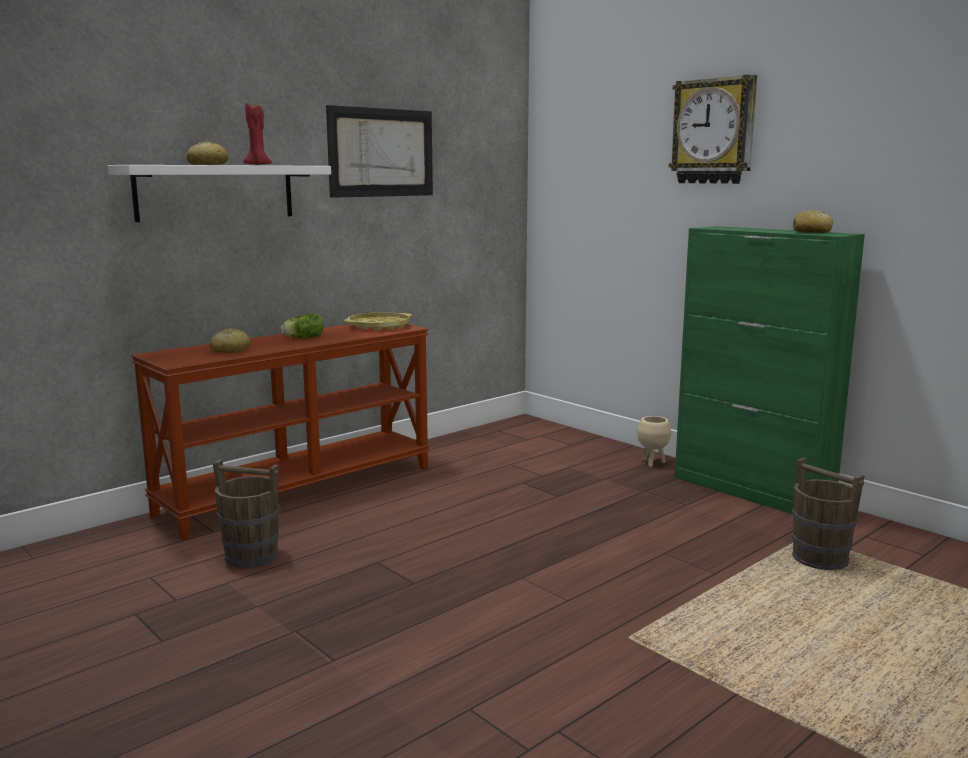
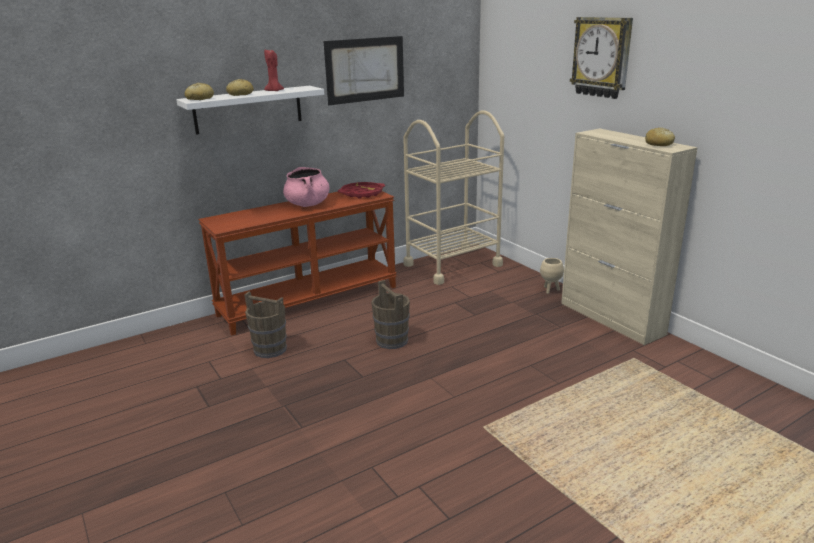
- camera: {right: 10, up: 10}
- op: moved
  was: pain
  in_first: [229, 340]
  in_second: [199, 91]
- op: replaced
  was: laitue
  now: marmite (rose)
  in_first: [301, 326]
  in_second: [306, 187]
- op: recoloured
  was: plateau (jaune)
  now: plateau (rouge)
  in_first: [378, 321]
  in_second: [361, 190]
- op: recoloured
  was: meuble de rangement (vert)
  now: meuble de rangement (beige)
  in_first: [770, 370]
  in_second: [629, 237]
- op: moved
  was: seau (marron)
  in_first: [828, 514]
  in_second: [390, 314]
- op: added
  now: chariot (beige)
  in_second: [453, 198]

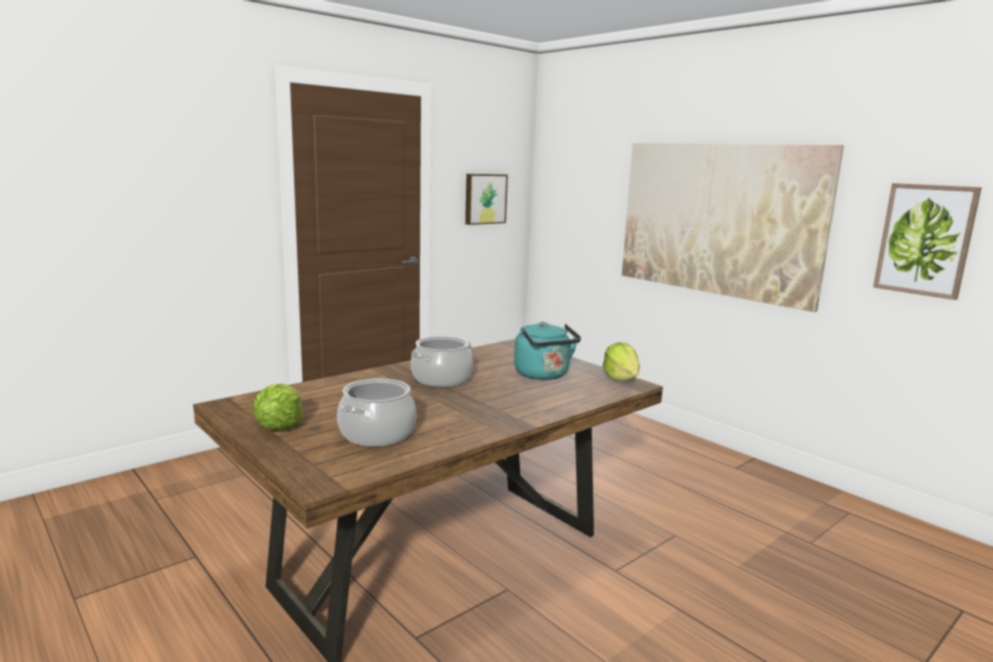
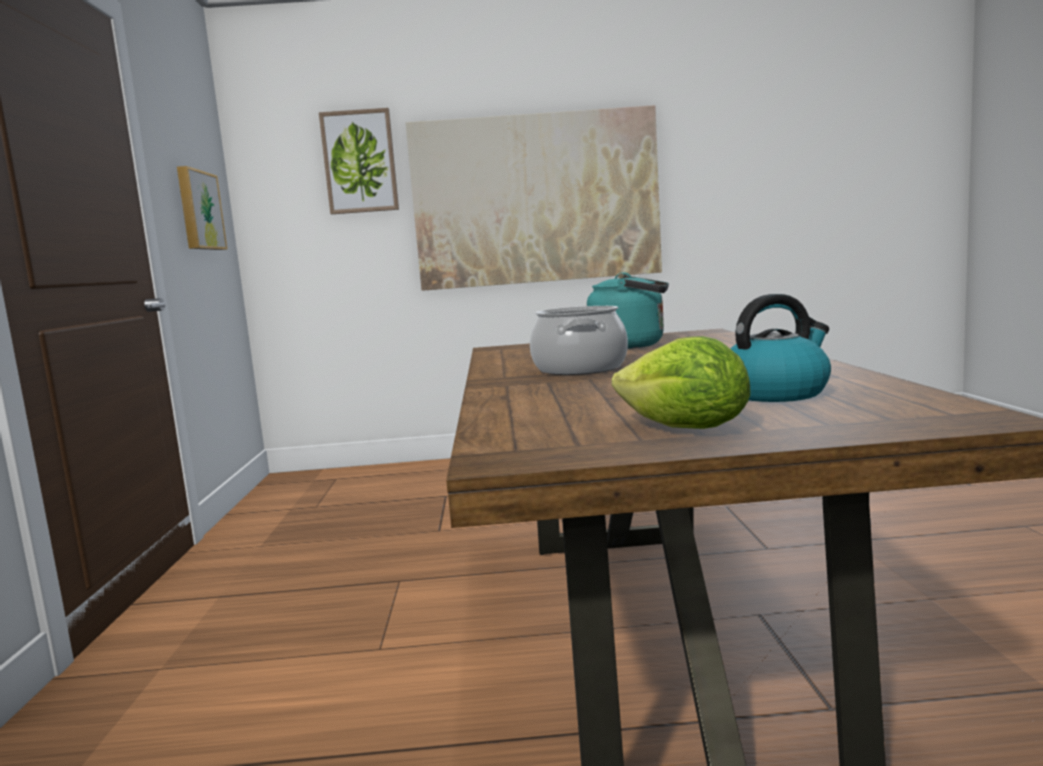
- camera: {right: -50, up: -5}
- op: replaced
  was: marmite
  now: bouilloire
  in_first: [377, 412]
  in_second: [780, 348]
- op: removed
  was: laitue
  in_first: [621, 361]
- op: moved
  was: tableau
  in_first: [927, 241]
  in_second: [359, 161]

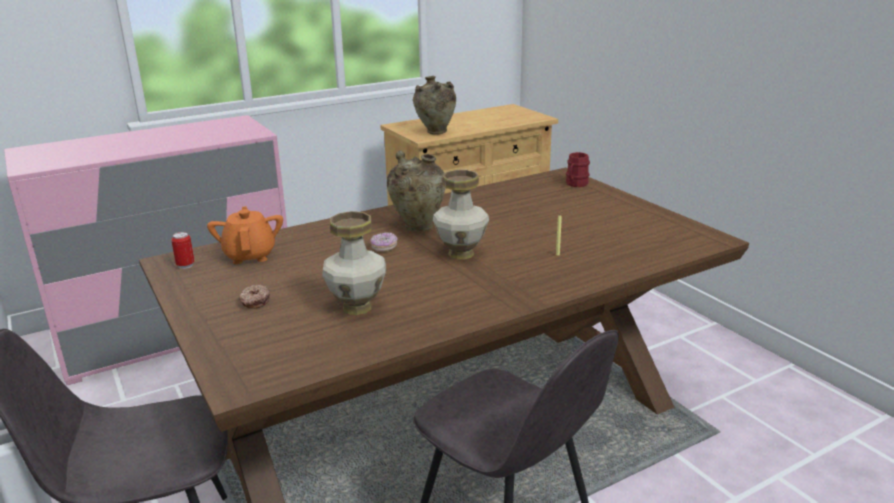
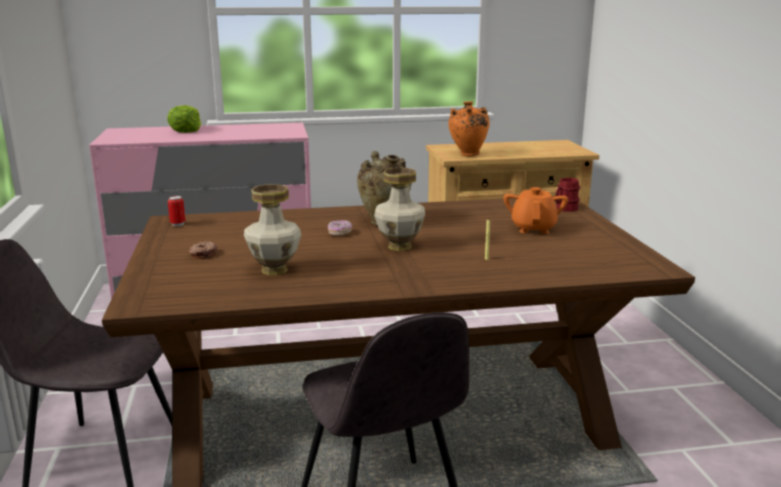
- camera: {right: 20, up: -5}
- op: moved
  was: théière (orange)
  in_first: [245, 235]
  in_second: [535, 210]
- op: recoloured
  was: vase (beige)
  now: vase (orange)
  in_first: [434, 105]
  in_second: [469, 128]
- op: added
  now: laitue
  in_second: [184, 119]

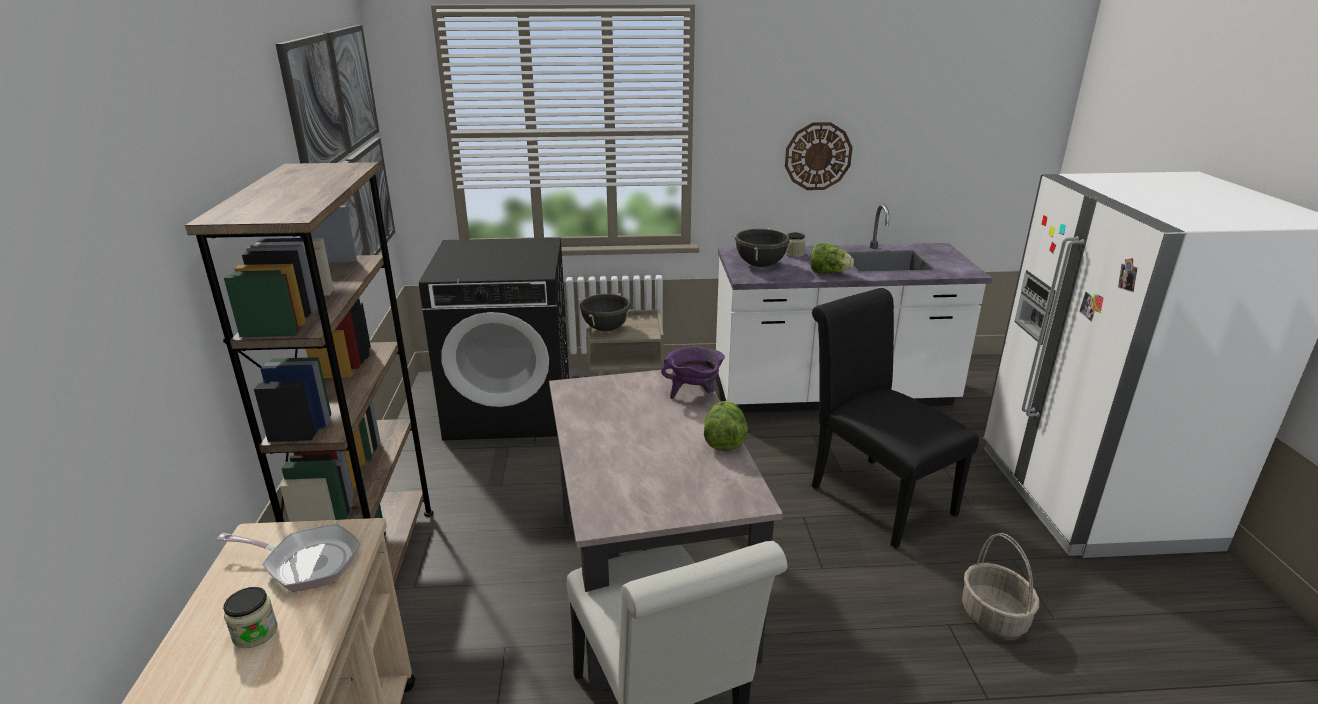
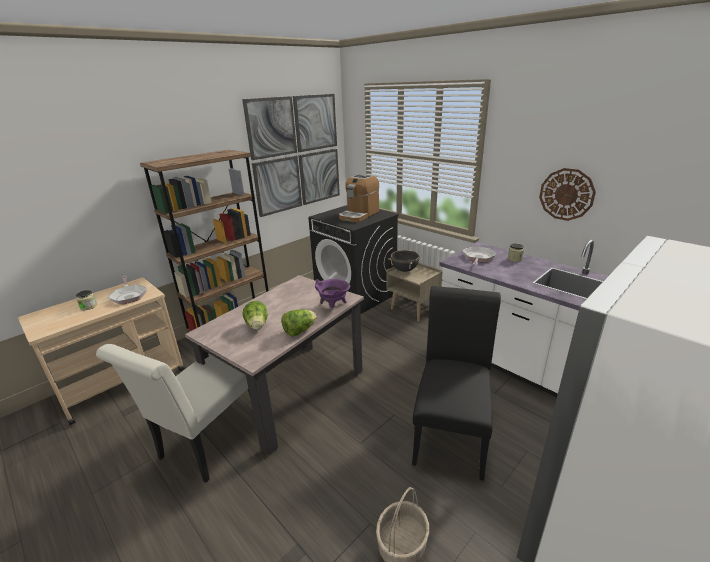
- camera: {right: 50, up: 0}
- op: replaced
  was: marmite (noir)
  now: poêle
  in_first: [763, 247]
  in_second: [479, 255]
- op: moved
  was: laitue
  in_first: [832, 258]
  in_second: [255, 315]
- op: added
  now: machine à café
  in_second: [359, 198]

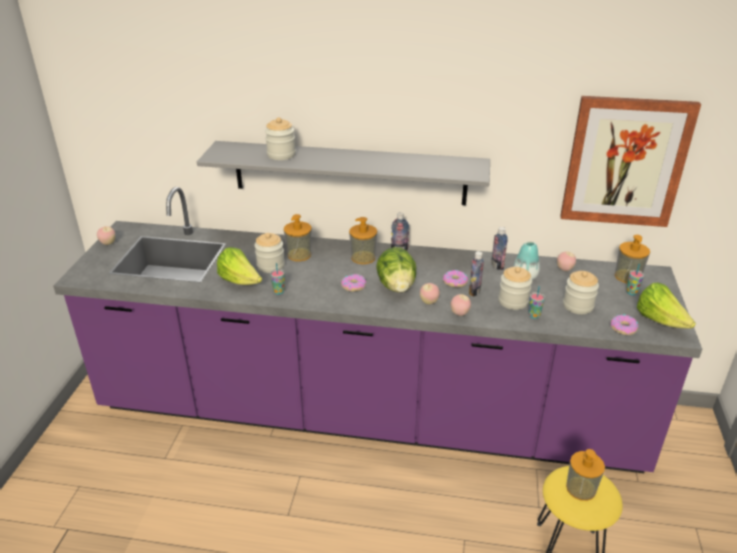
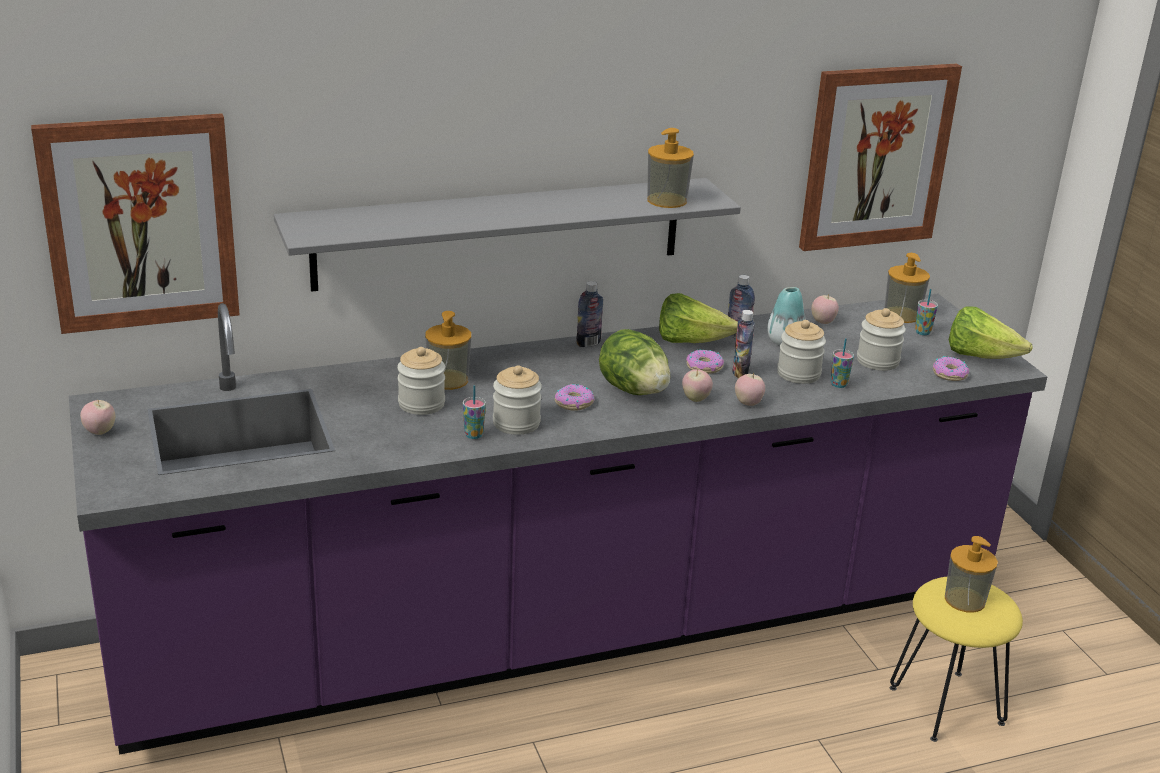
- camera: {right: -30, up: -5}
- op: moved
  was: laitue
  in_first: [239, 266]
  in_second: [698, 318]
- op: moved
  was: bocal
  in_first: [280, 138]
  in_second: [517, 400]
- op: moved
  was: distributeur de savon
  in_first: [363, 240]
  in_second: [670, 168]
- op: added
  now: tableau
  in_second: [135, 223]

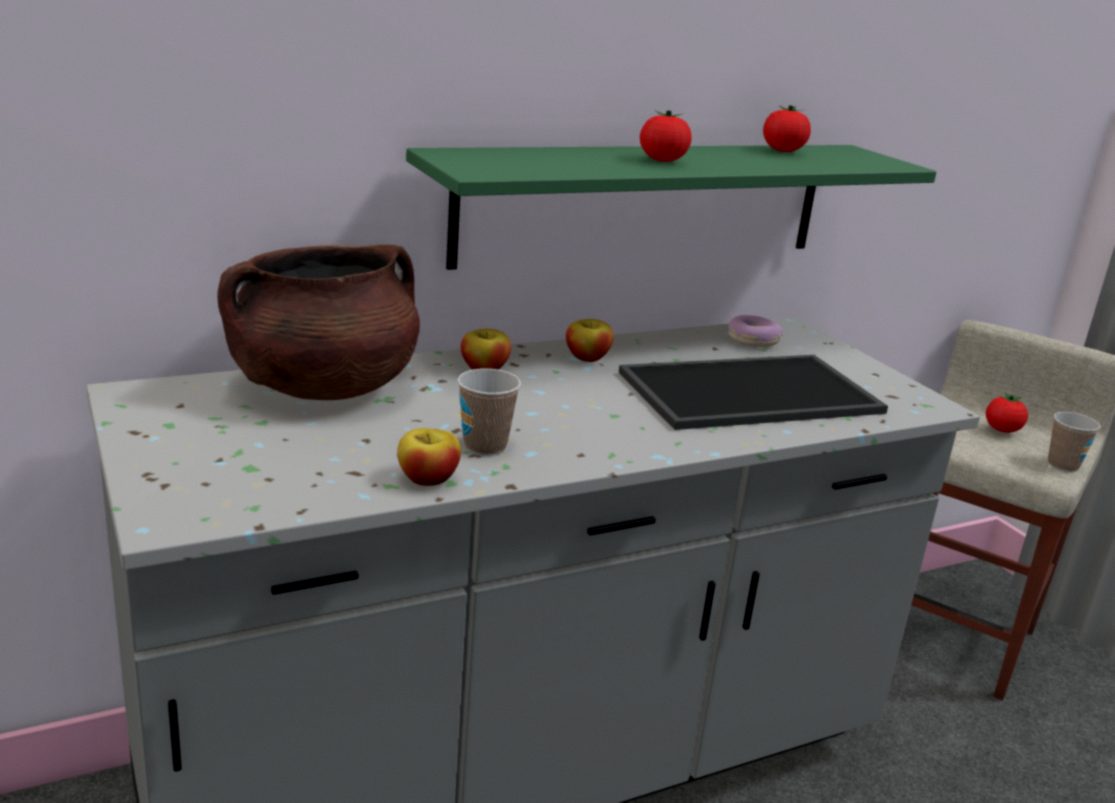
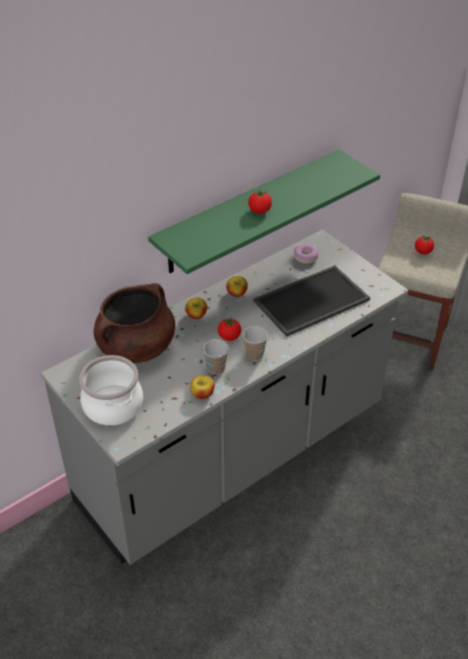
- camera: {right: -10, up: 20}
- op: moved
  was: tomate
  in_first: [787, 128]
  in_second: [229, 329]
- op: moved
  was: tasse
  in_first: [1074, 442]
  in_second: [255, 343]
- op: added
  now: marmite
  in_second: [111, 390]

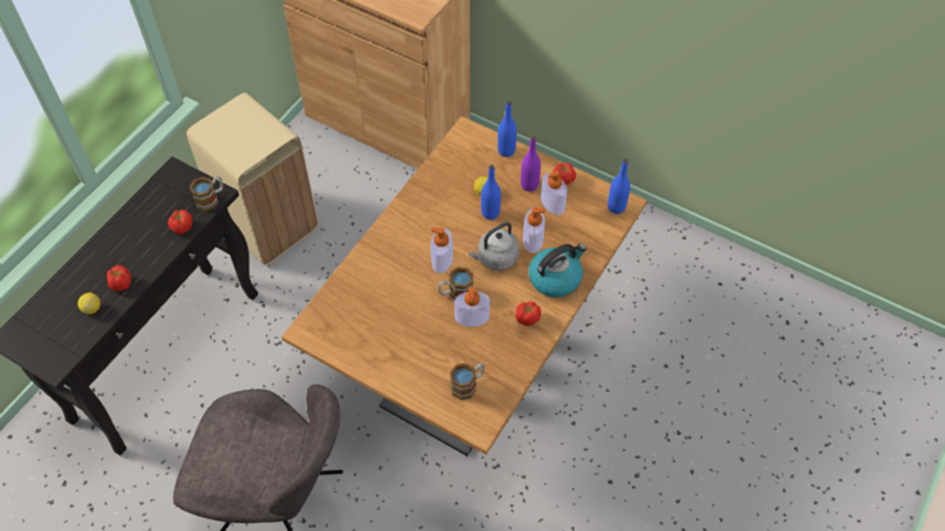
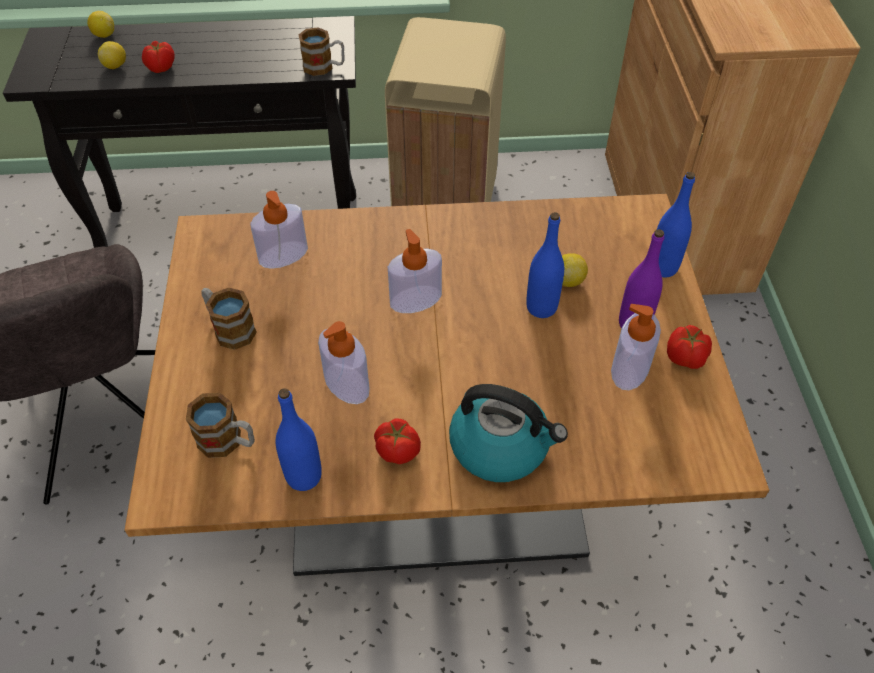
- camera: {right: 55, up: -5}
- op: removed
  was: tomate
  in_first: [180, 222]
- op: moved
  was: mug
  in_first: [456, 283]
  in_second: [229, 319]
- op: removed
  was: bouilloire (gris)
  in_first: [494, 246]
- op: moved
  was: distributeur de savon
  in_first: [534, 230]
  in_second: [279, 230]
- op: moved
  was: bouteille (bleu)
  in_first: [619, 186]
  in_second: [299, 439]
- op: added
  now: citron
  in_second: [100, 24]

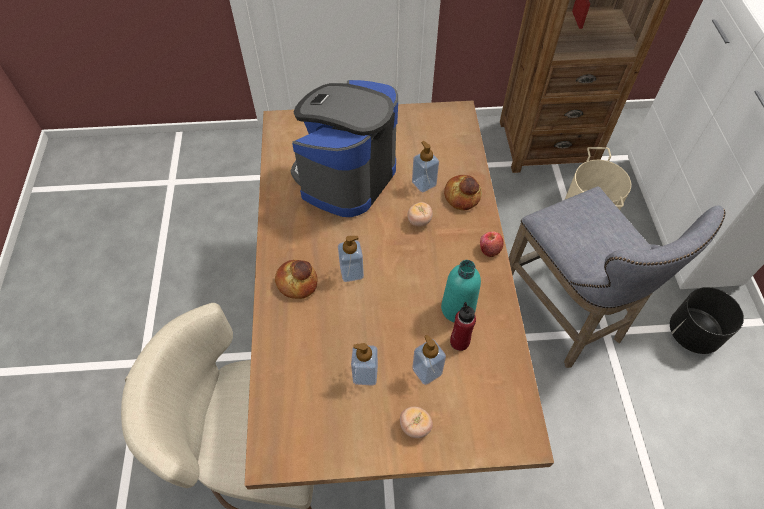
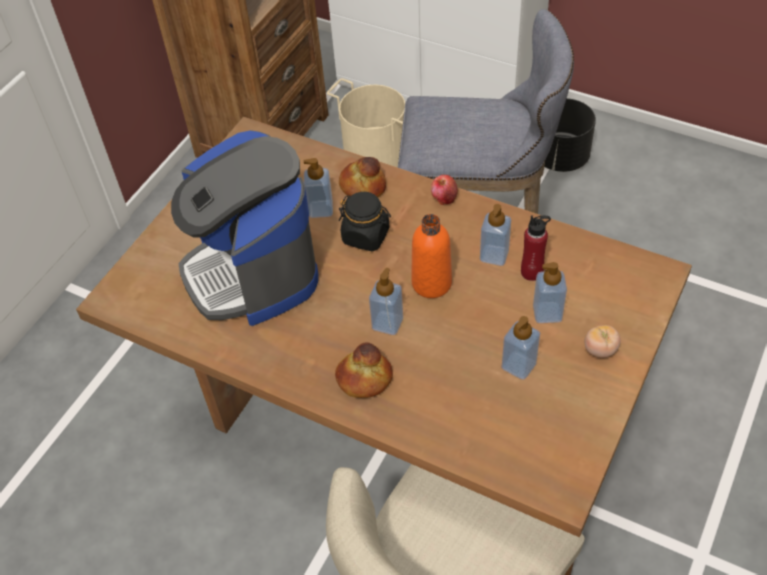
- camera: {right: -55, up: -5}
- op: replaced
  was: tomate
  now: bocal (noir)
  in_first: [420, 214]
  in_second: [365, 221]
- op: replaced
  was: bouteille (turquoise)
  now: distributeur de savon
  in_first: [461, 291]
  in_second: [495, 235]
- op: added
  now: bouteille (orange)
  in_second: [431, 256]

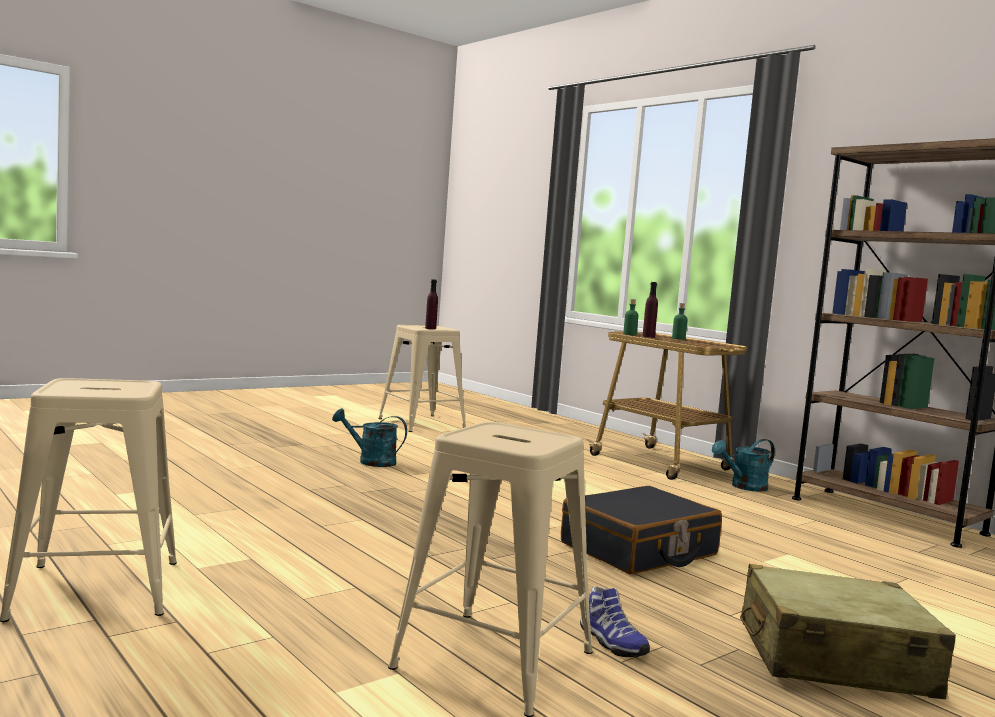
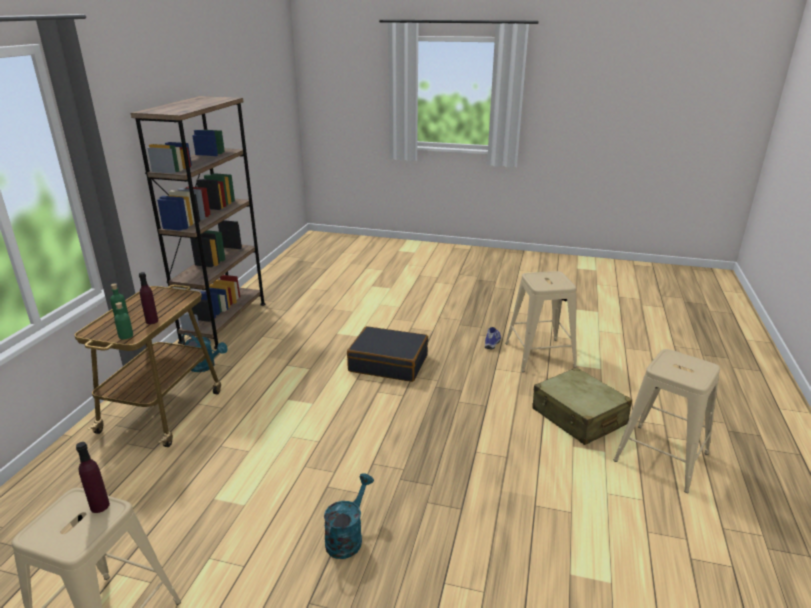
- camera: {right: -125, up: 20}
- op: turned
  was: arrosoir (turquoise)
  in_first: [369, 437]
  in_second: [349, 516]
  clockwise: -135
- op: moved
  was: valise (beige)
  in_first: [848, 631]
  in_second: [582, 406]

